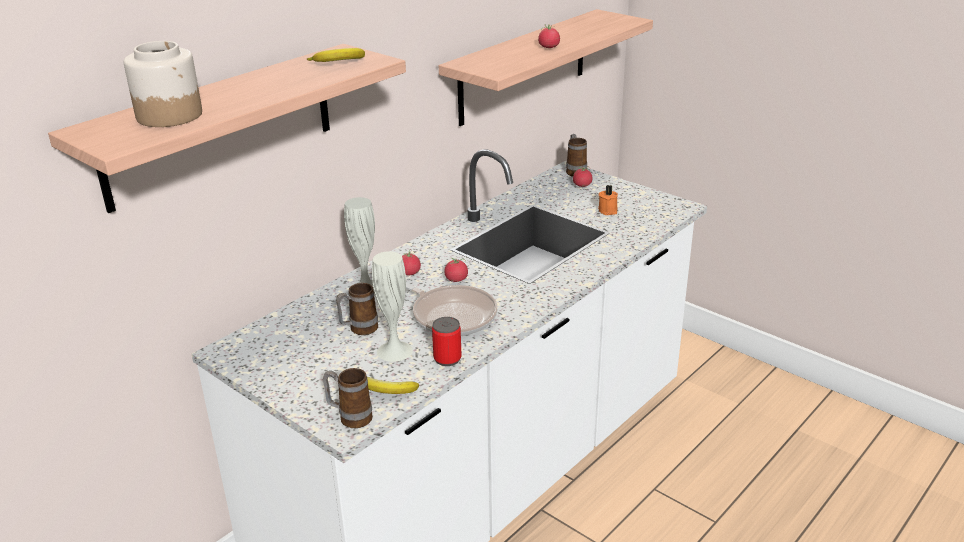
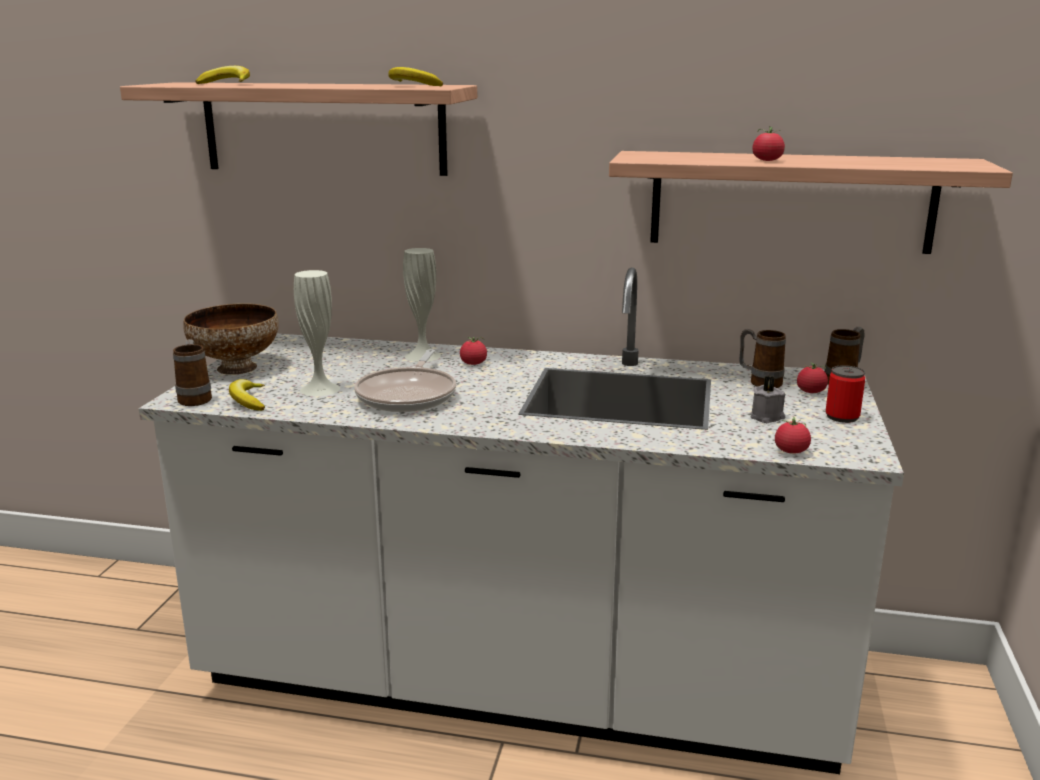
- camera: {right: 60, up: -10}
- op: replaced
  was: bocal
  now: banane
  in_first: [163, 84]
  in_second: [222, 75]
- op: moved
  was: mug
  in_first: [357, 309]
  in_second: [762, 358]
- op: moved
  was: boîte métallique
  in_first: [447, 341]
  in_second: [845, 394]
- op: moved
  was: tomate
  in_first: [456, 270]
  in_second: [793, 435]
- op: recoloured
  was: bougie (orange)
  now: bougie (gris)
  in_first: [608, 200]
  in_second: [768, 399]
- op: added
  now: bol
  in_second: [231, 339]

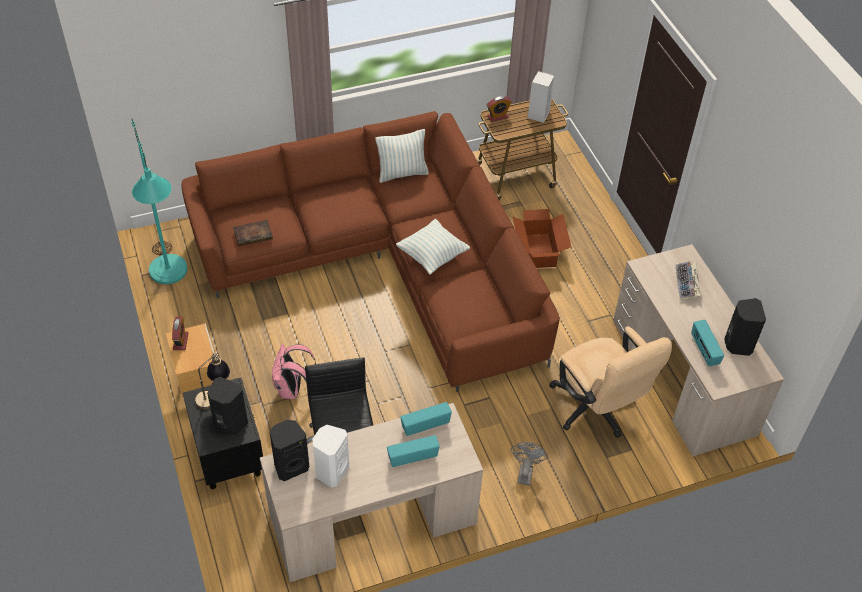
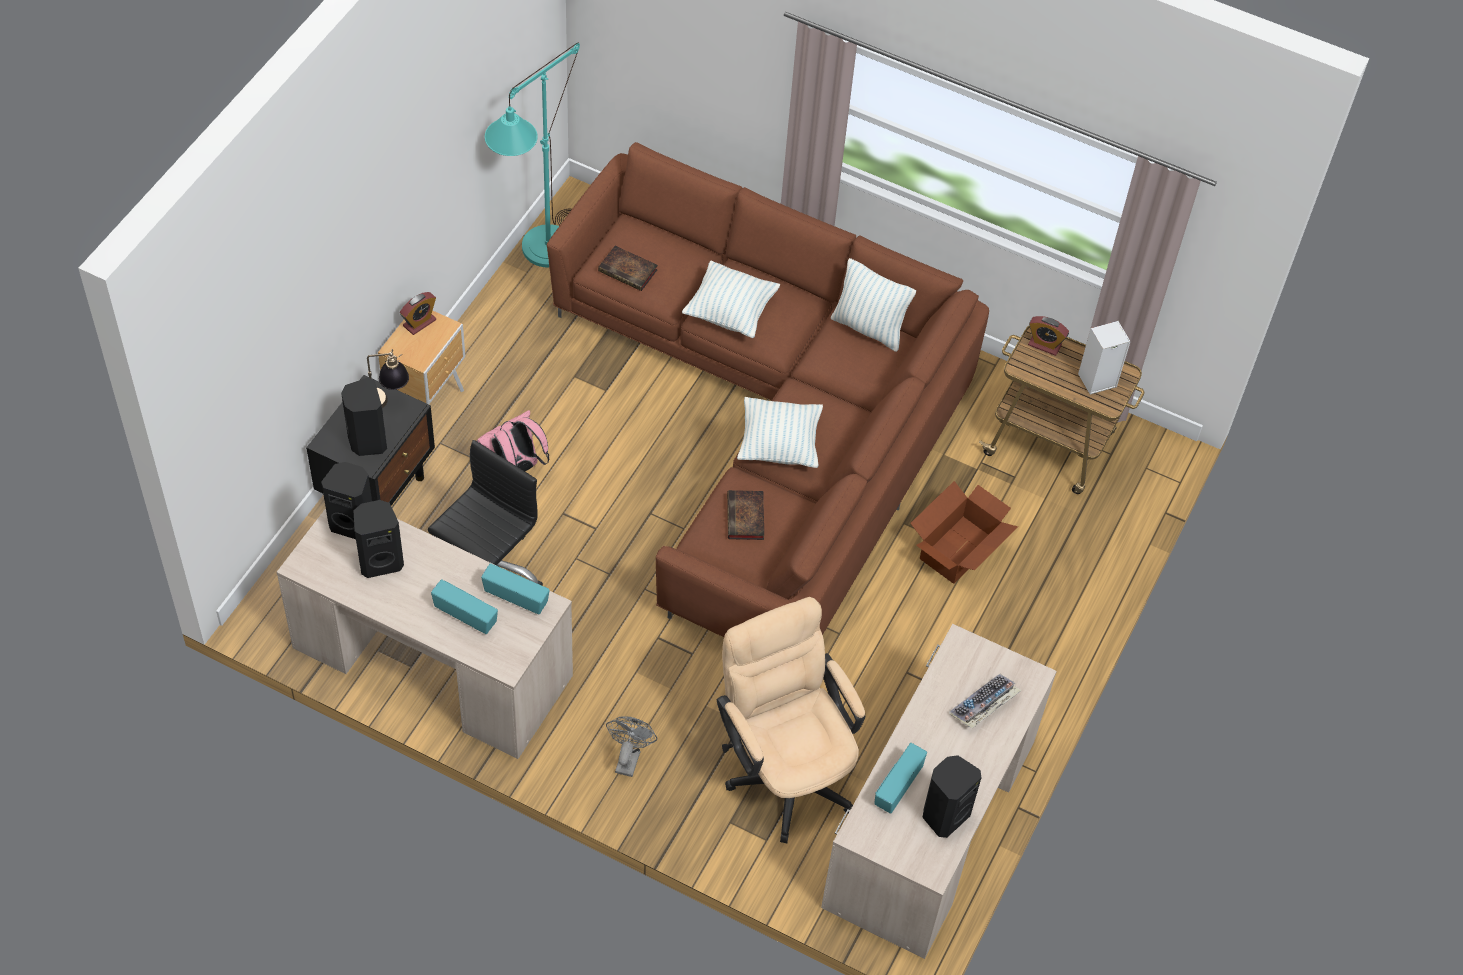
- camera: {right: 45, up: 5}
- op: recoloured
  was: enceinte (blanc)
  now: enceinte (noir)
  in_first: [330, 456]
  in_second: [379, 539]
- op: turned
  was: ventilateur (gris)
  in_first: [529, 463]
  in_second: [631, 746]
  clockwise: -45
- op: turned
  was: chaise de bureau (beige)
  in_first: [610, 382]
  in_second: [791, 720]
  clockwise: 135
- op: added
  now: coussin
  in_second: [731, 299]
- op: added
  now: livre
  in_second: [745, 515]

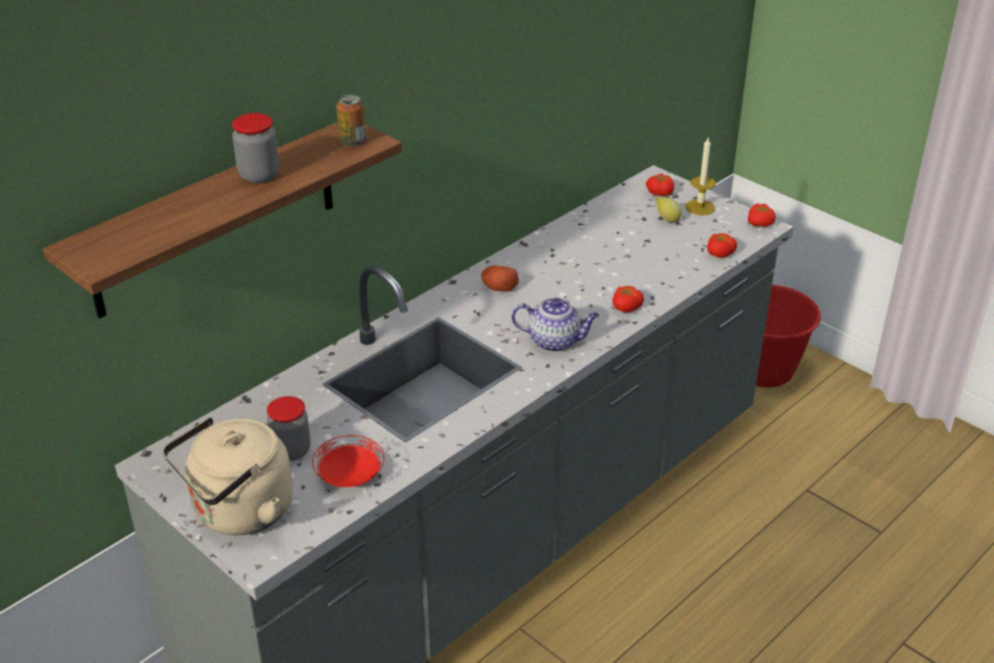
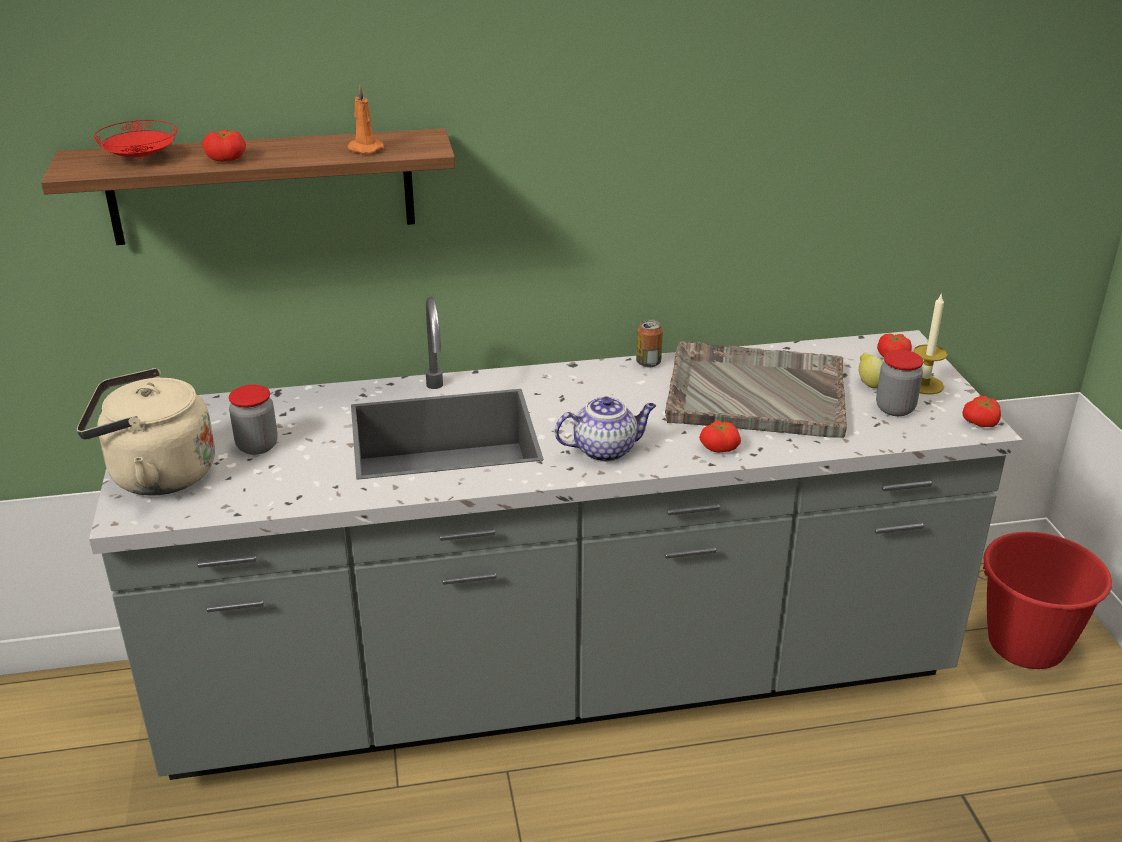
- camera: {right: 35, up: -5}
- op: moved
  was: bocal
  in_first: [255, 148]
  in_second: [899, 383]
- op: moved
  was: assiette (rouge)
  in_first: [348, 461]
  in_second: [135, 139]
- op: moved
  was: boîte métallique
  in_first: [351, 120]
  in_second: [649, 343]
- op: removed
  was: pomme de terre
  in_first: [500, 279]
- op: turned
  was: théière
  in_first: [555, 324]
  in_second: [605, 429]
  clockwise: -60
- op: moved
  was: tomate
  in_first: [722, 245]
  in_second: [224, 145]
- op: added
  now: bougie (orange)
  in_second: [366, 119]
- op: added
  now: plateau (gris)
  in_second: [756, 389]

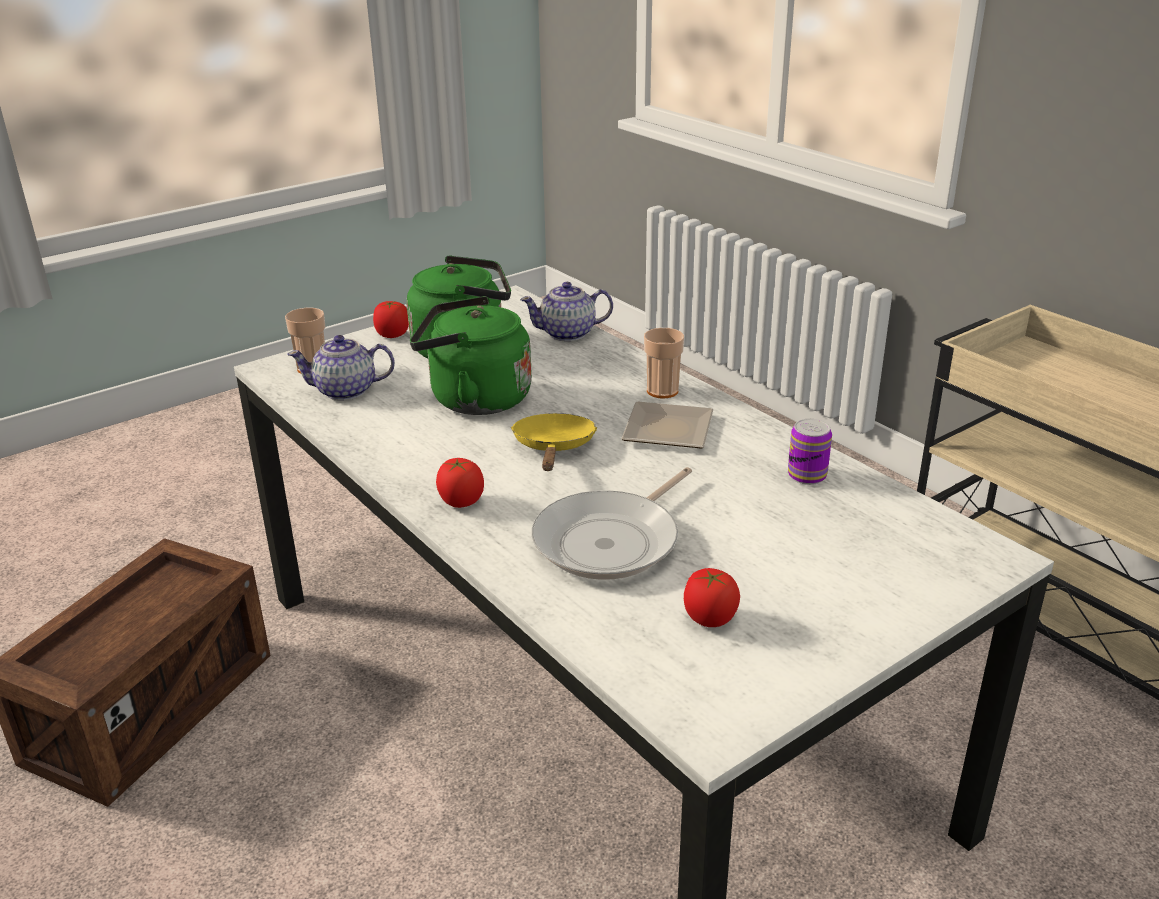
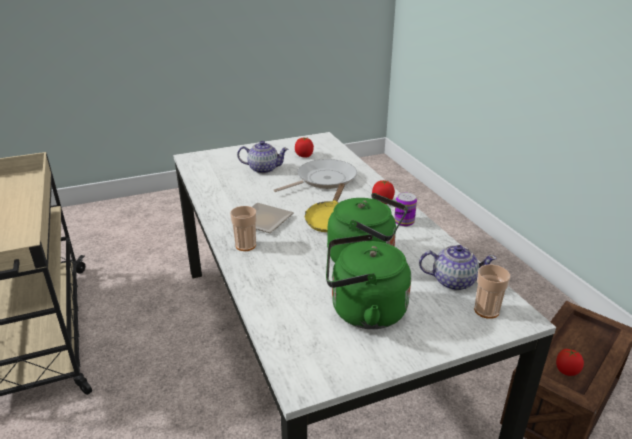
- camera: {right: -165, up: 0}
- op: moved
  was: tomate
  in_first: [391, 319]
  in_second: [570, 362]
- op: moved
  was: théière
  in_first: [566, 311]
  in_second: [263, 157]
- op: moved
  was: boîte métallique
  in_first: [810, 452]
  in_second: [405, 209]

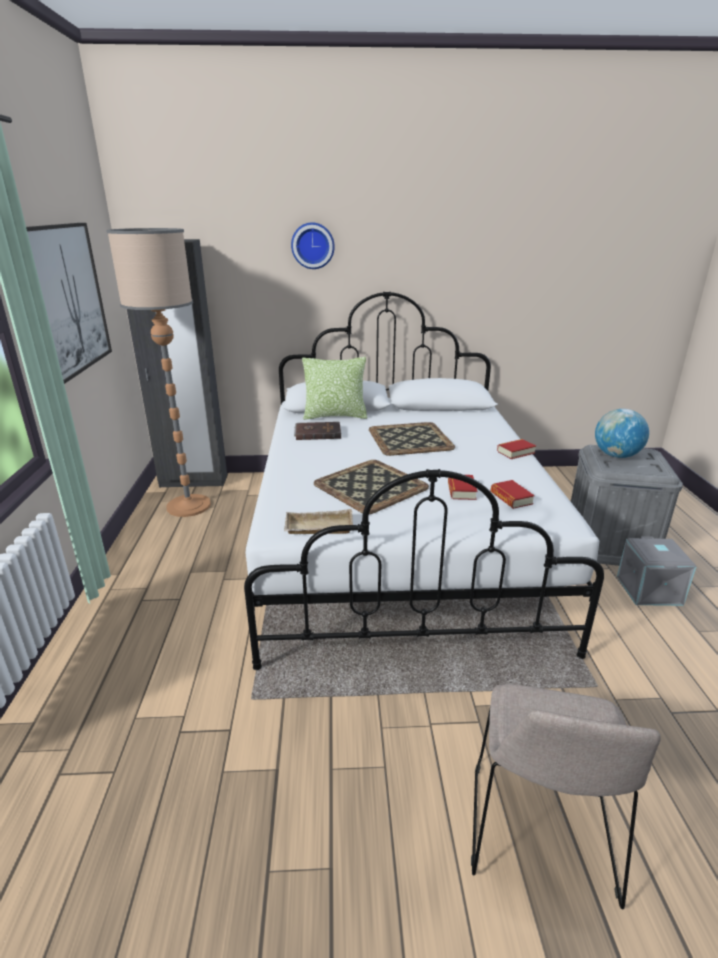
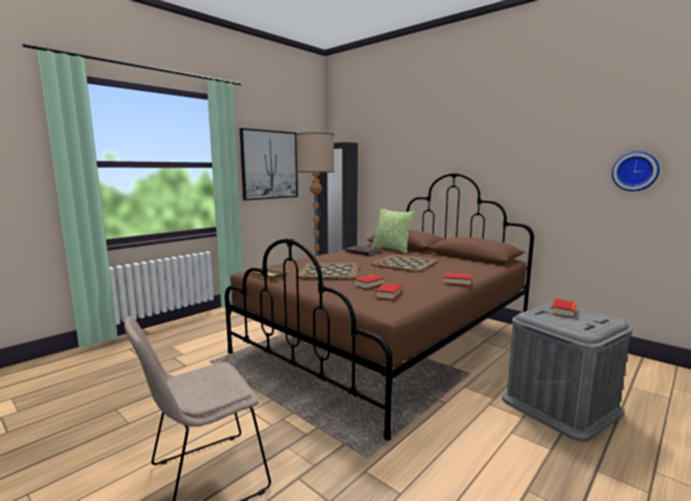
- camera: {right: 45, up: -15}
- op: recoloured
  was: lit (blanc)
  now: lit (marron)
  in_first: [424, 480]
  in_second: [379, 307]
- op: moved
  was: horloge murale
  in_first: [313, 245]
  in_second: [636, 171]
- op: replaced
  was: globe
  now: livre
  in_first: [622, 433]
  in_second: [564, 308]
- op: removed
  was: boîte de rangement (gris)
  in_first: [657, 571]

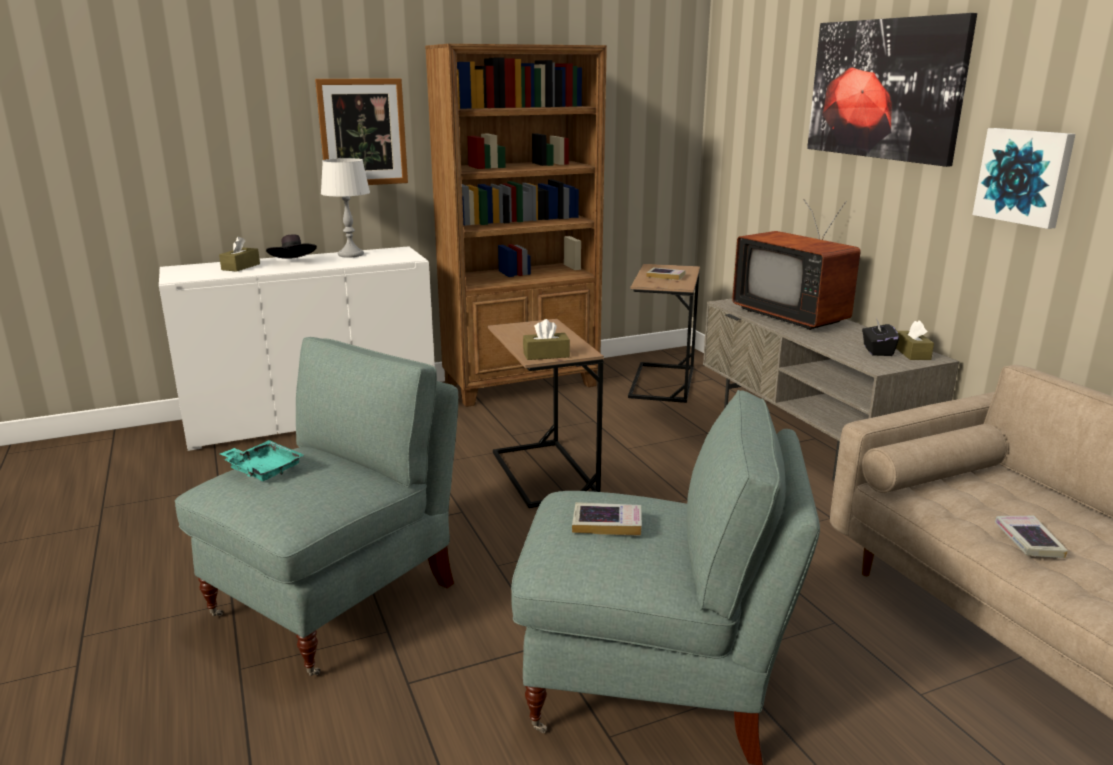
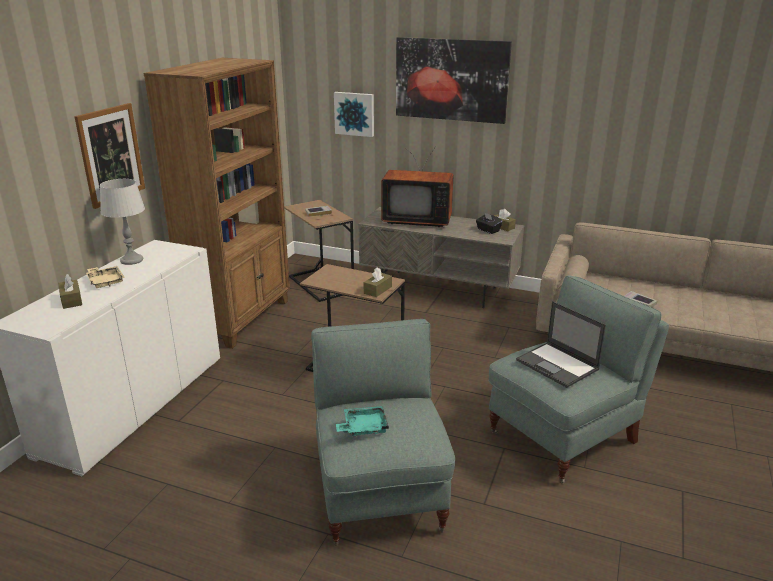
- camera: {right: -45, up: 5}
- op: replaced
  was: chapeau (noir)
  now: plateau (beige)
  in_first: [291, 247]
  in_second: [105, 277]
- op: replaced
  was: livre
  now: ordinateur portable
  in_first: [607, 519]
  in_second: [561, 344]
- op: moved
  was: tableau
  in_first: [1024, 178]
  in_second: [354, 114]

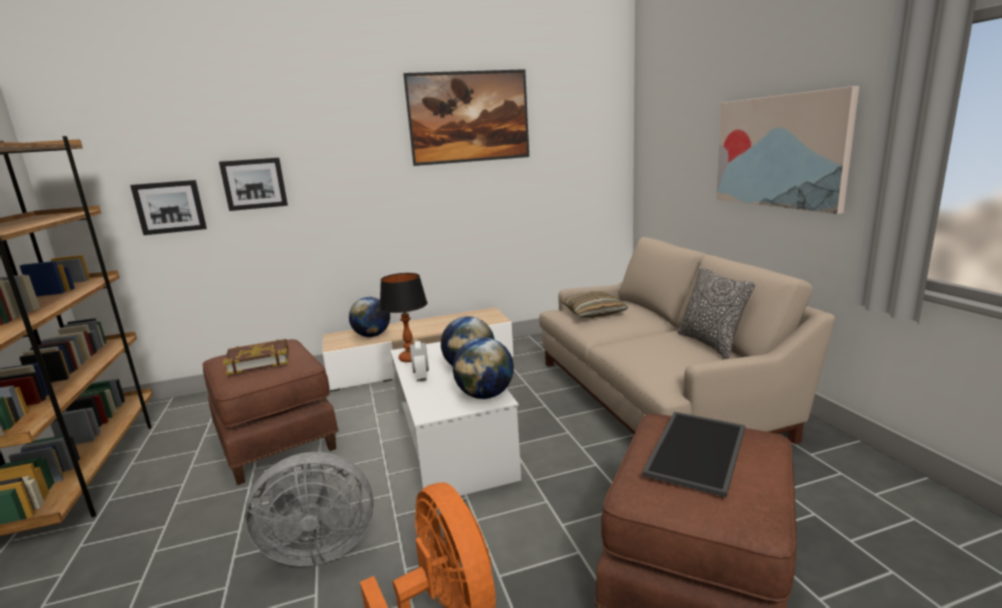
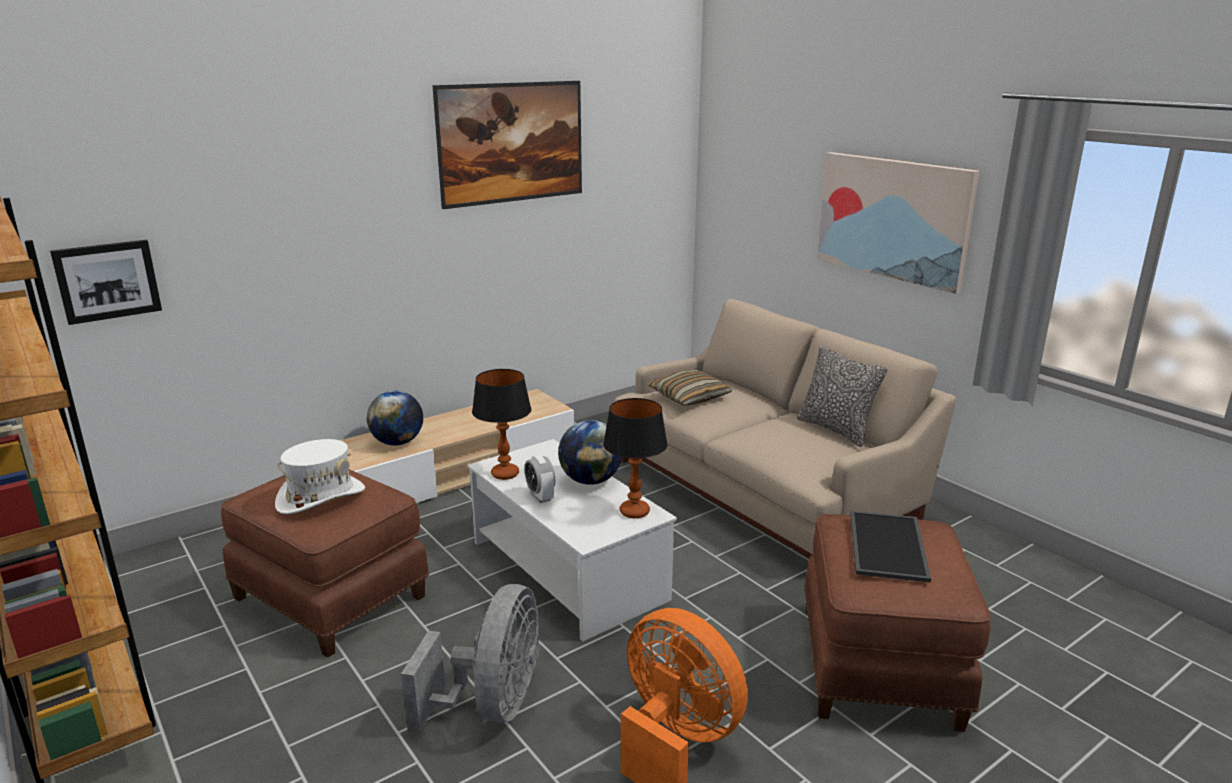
- camera: {right: -20, up: 5}
- op: removed
  was: tableau
  in_first: [253, 184]
- op: replaced
  was: livre
  now: chapeau (blanc)
  in_first: [256, 357]
  in_second: [320, 476]
- op: turned
  was: ventilateur (gris)
  in_first: [309, 509]
  in_second: [470, 658]
  clockwise: -45
- op: replaced
  was: globe
  now: lampe de table
  in_first: [483, 368]
  in_second: [635, 458]

